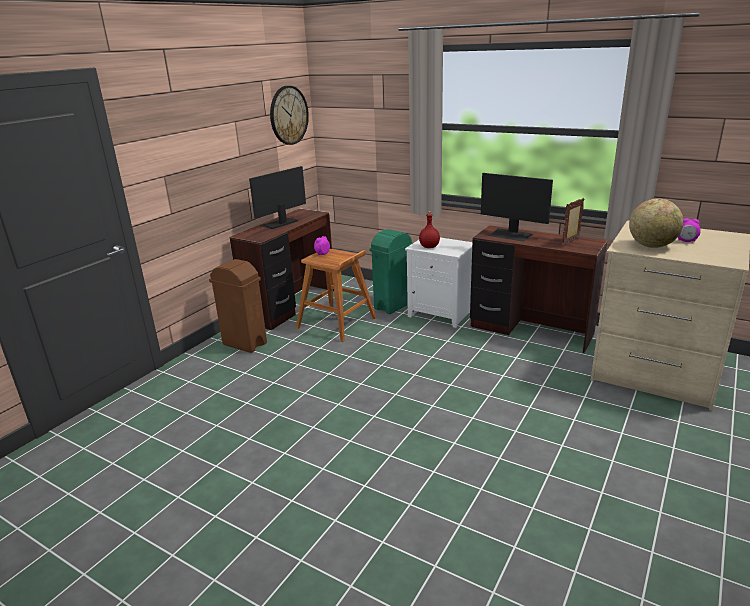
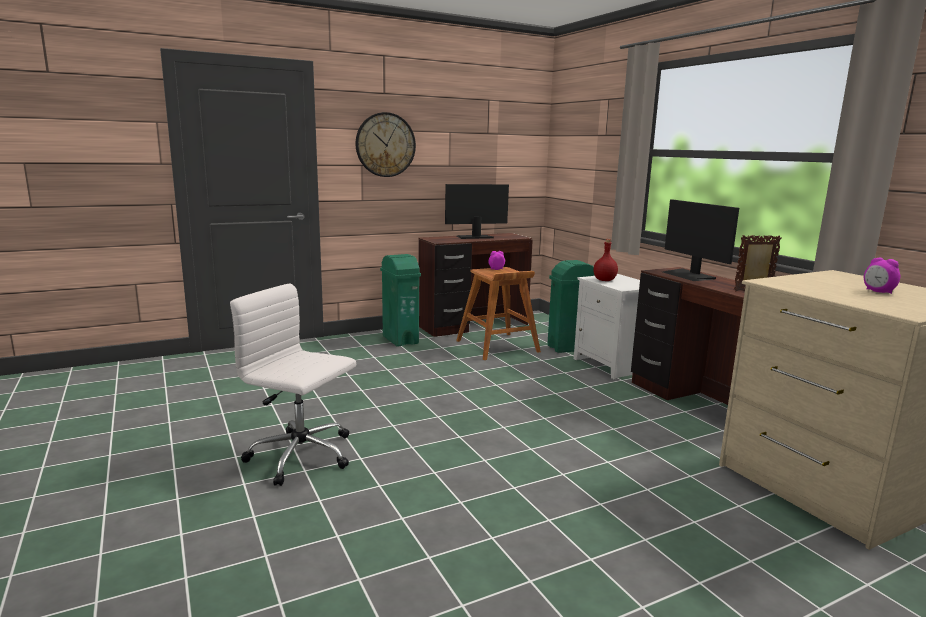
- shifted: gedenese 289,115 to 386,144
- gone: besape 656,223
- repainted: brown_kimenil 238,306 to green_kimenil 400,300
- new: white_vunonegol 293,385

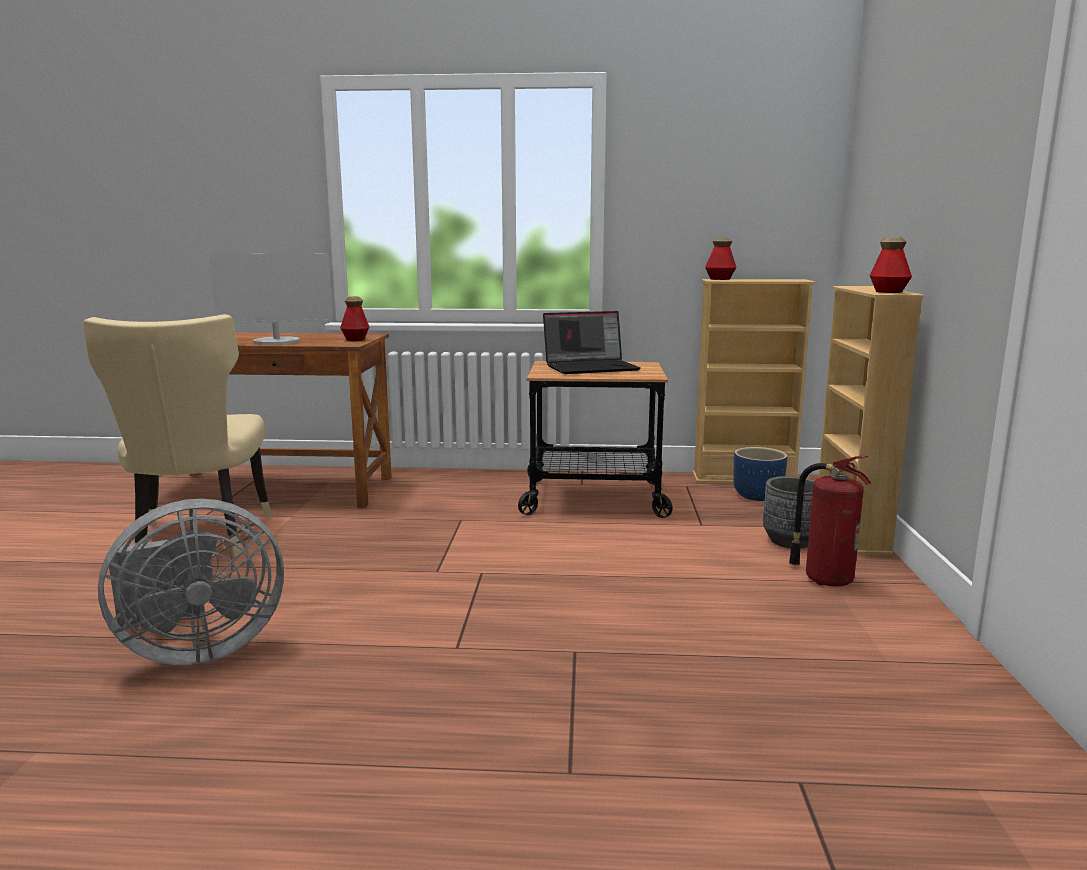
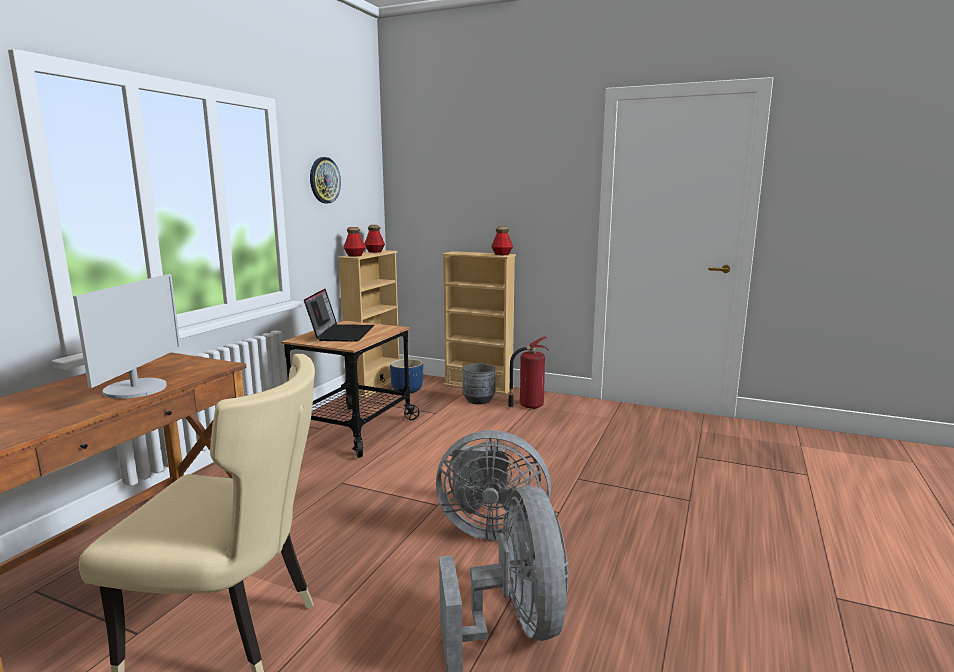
- shifted: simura 354,319 to 374,239
- new: gedenese 325,180
- new: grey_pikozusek 493,485

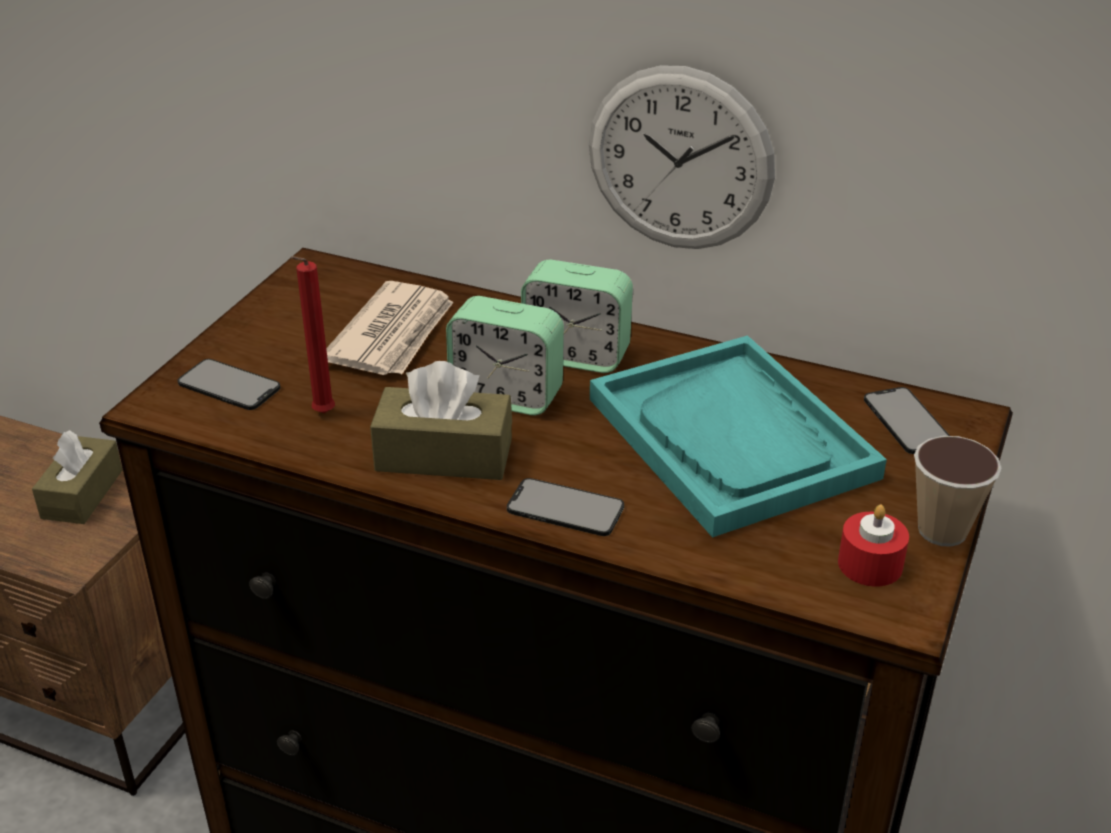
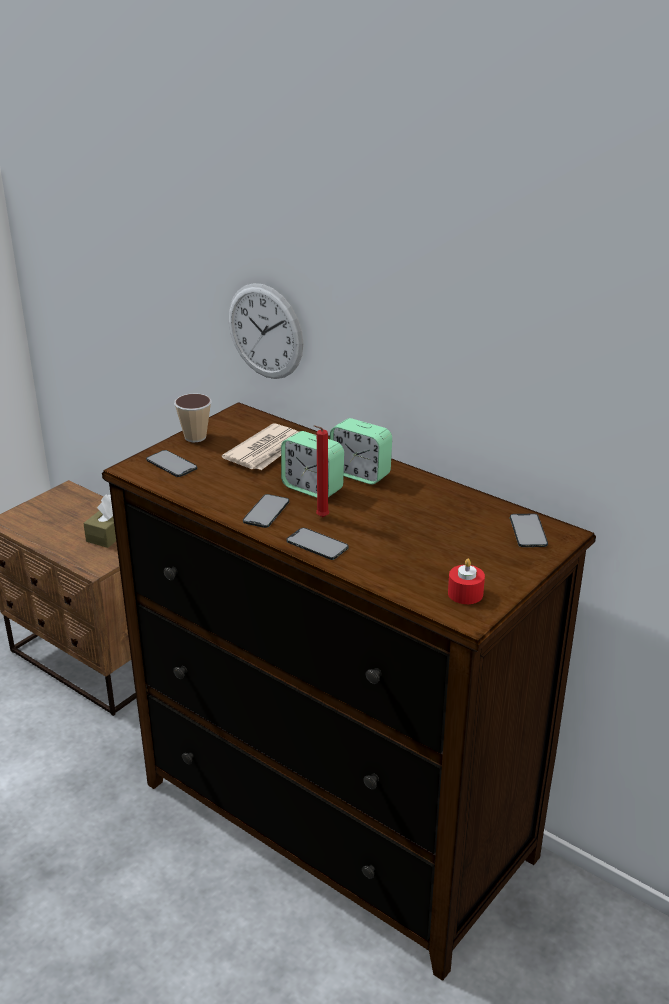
- shifted: gedenese 682,157 to 266,331
- shifted: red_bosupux 312,334 to 321,471
- gone: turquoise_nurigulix 738,436
- swapped: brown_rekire 441,420 to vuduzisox 266,511
- shifted: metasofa 958,491 to 193,418

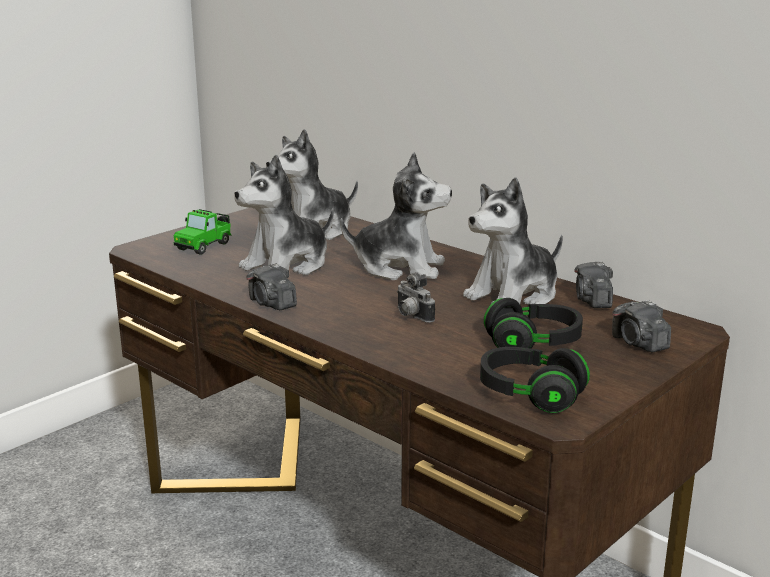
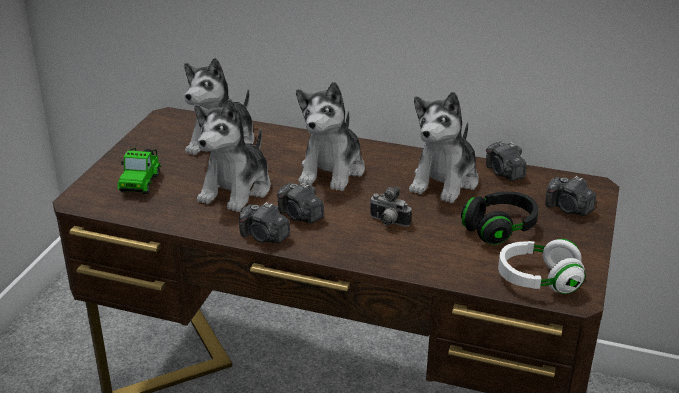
- rotated: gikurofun 396,216 = 330,136 120 degrees clockwise
- repainted: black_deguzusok 535,380 to white_deguzusok 542,266
- new: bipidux 300,203

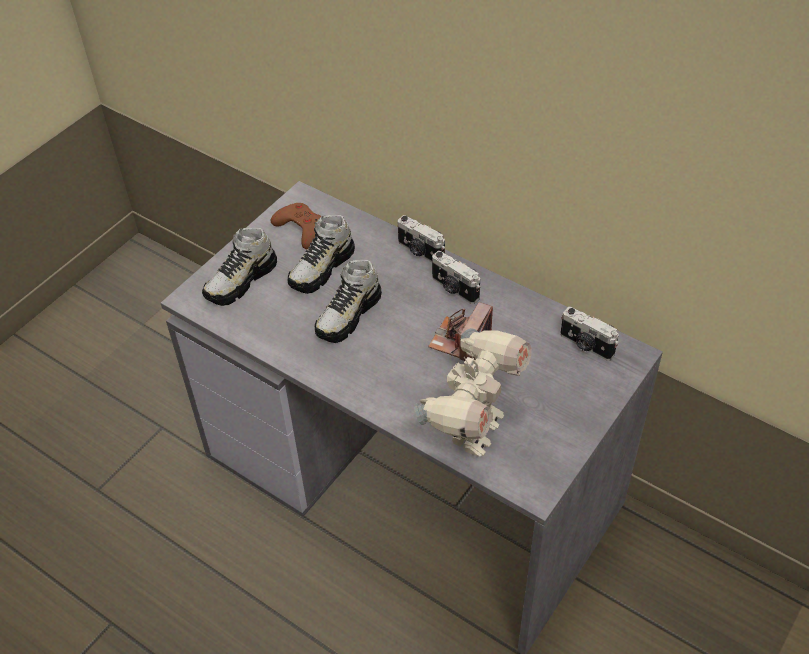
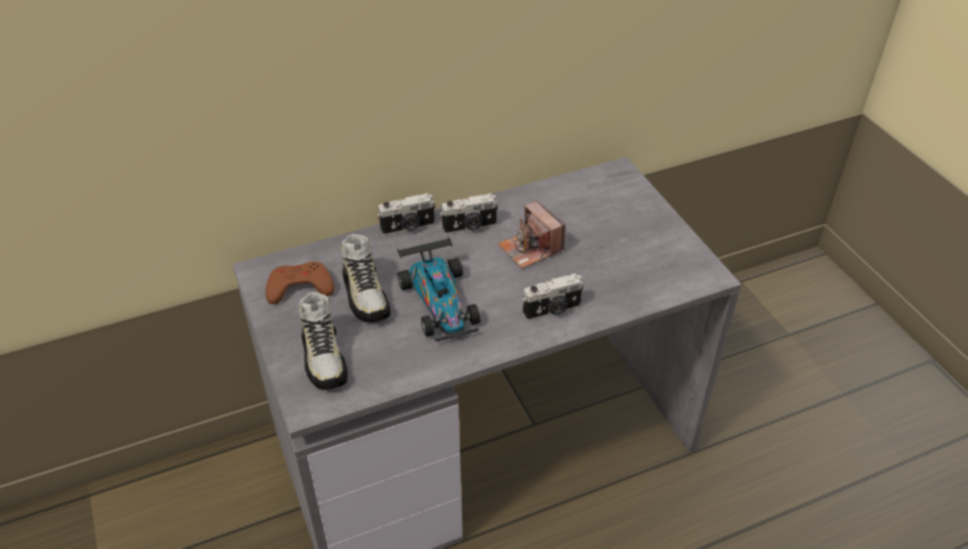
- swapped: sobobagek 348,301 to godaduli 438,289
- shifted: bipidux 589,333 to 553,297
- gone: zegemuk 473,392

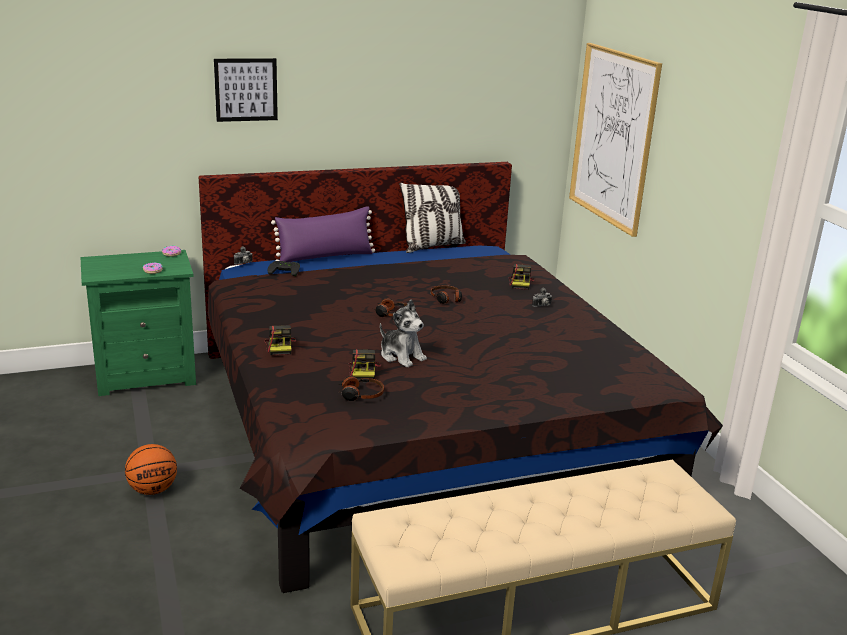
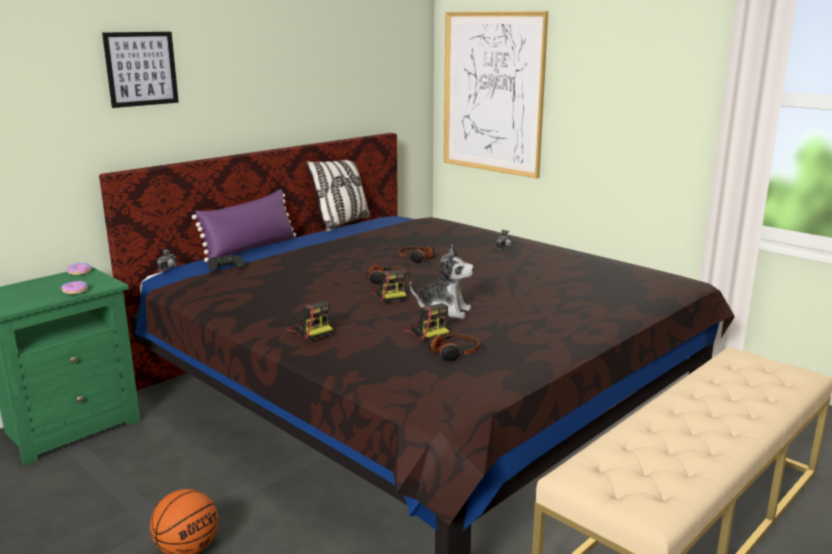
- shifted: bipidux 522,277 to 388,286

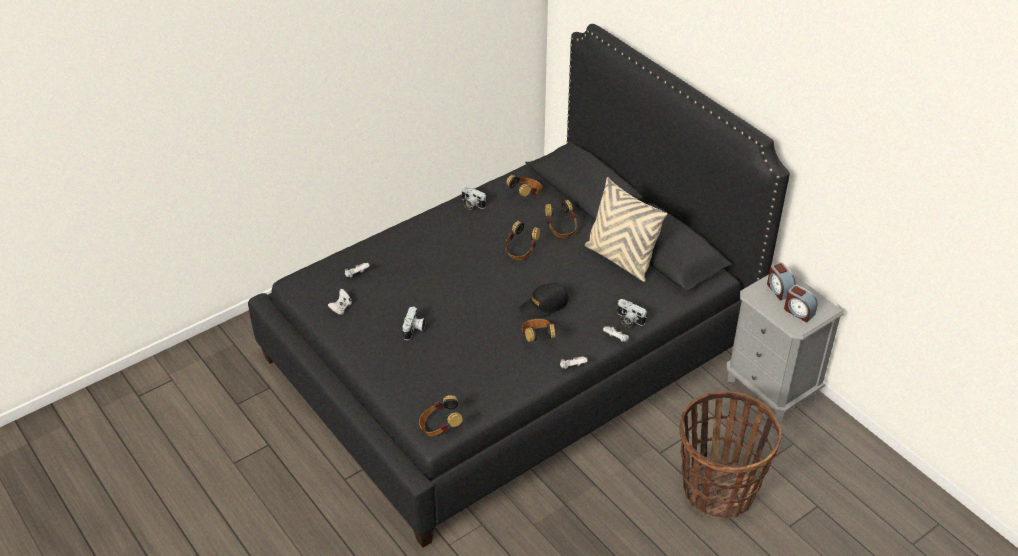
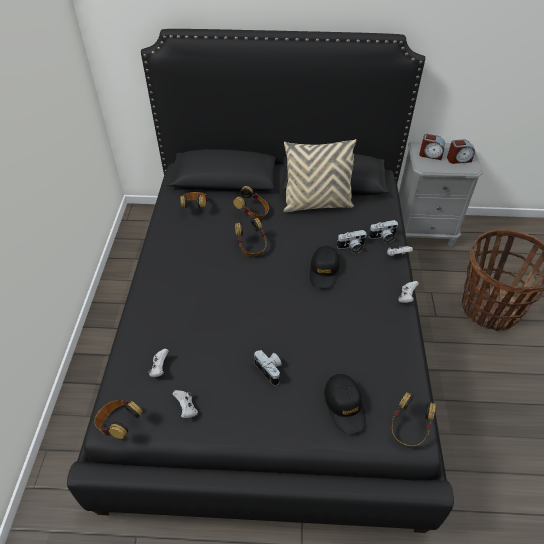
- shifted: bipidux 474,197 to 352,241
- shifted: deguzusok 538,330 to 118,419
- new: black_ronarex 345,404

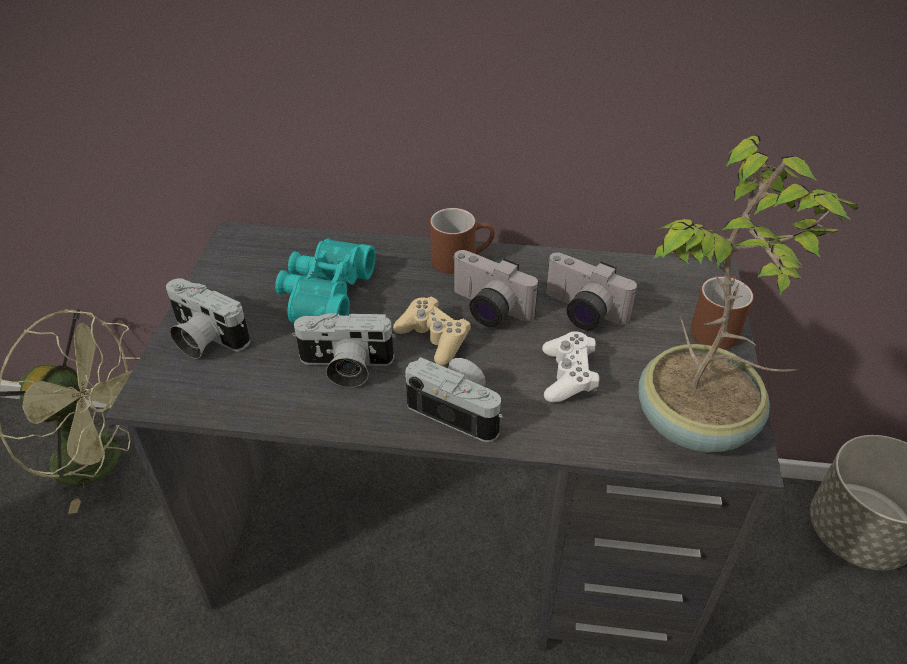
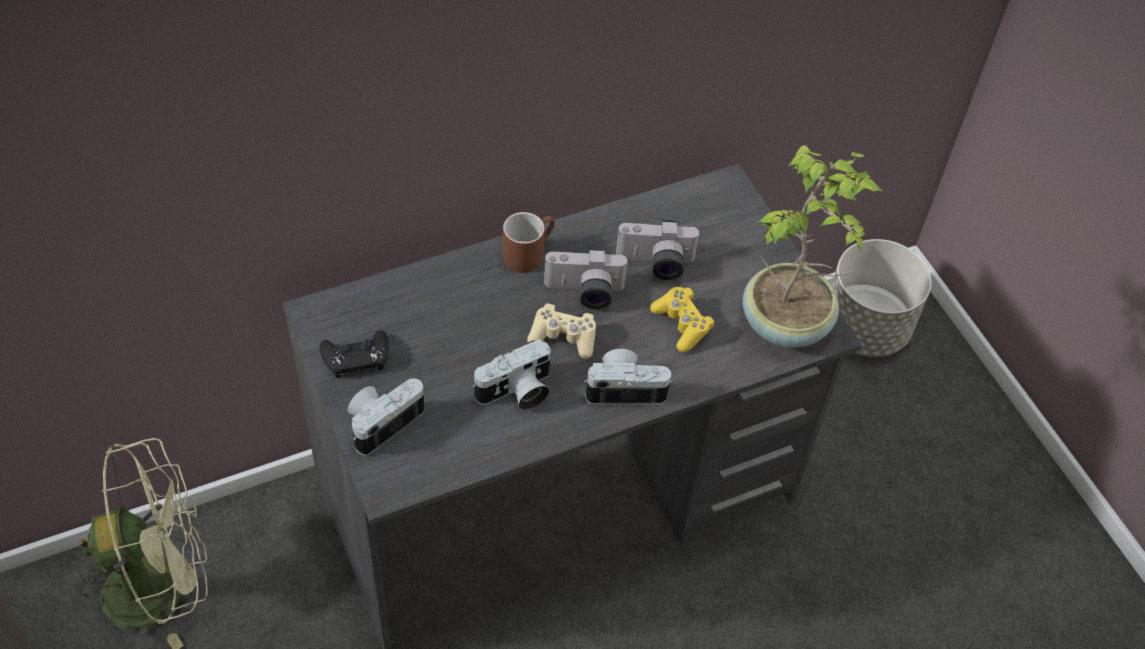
- gone: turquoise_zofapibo 325,281
- gone: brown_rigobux 721,313
- rotated: bipidux 208,318 = 386,417 135 degrees clockwise
- repainted: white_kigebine 571,366 to yellow_kigebine 682,319
- new: black_kigebine 354,354

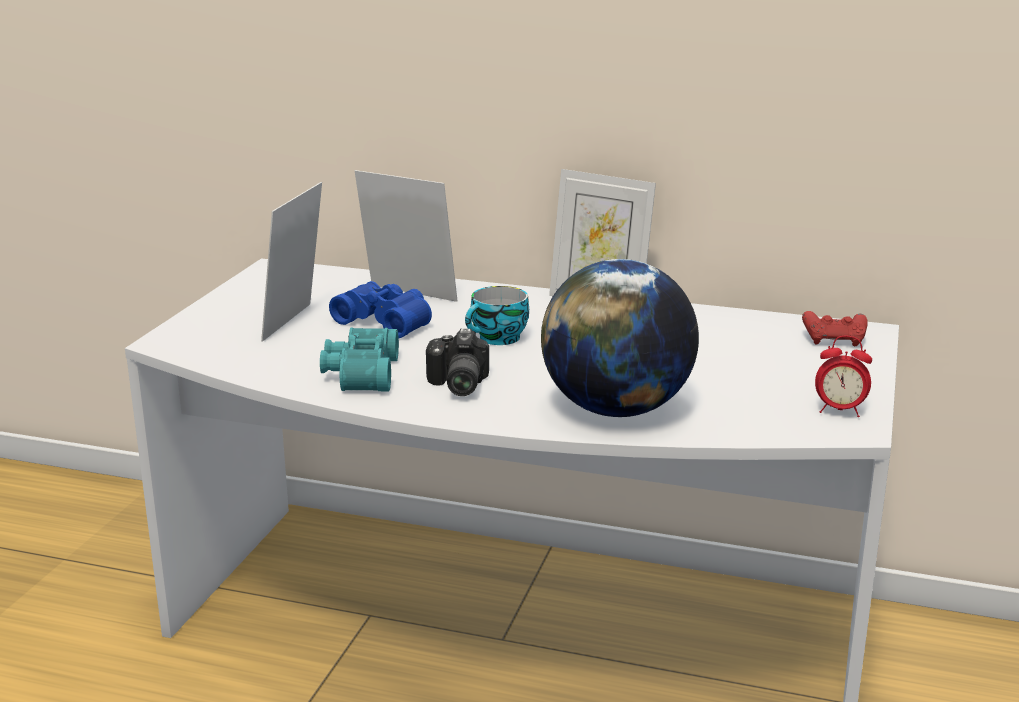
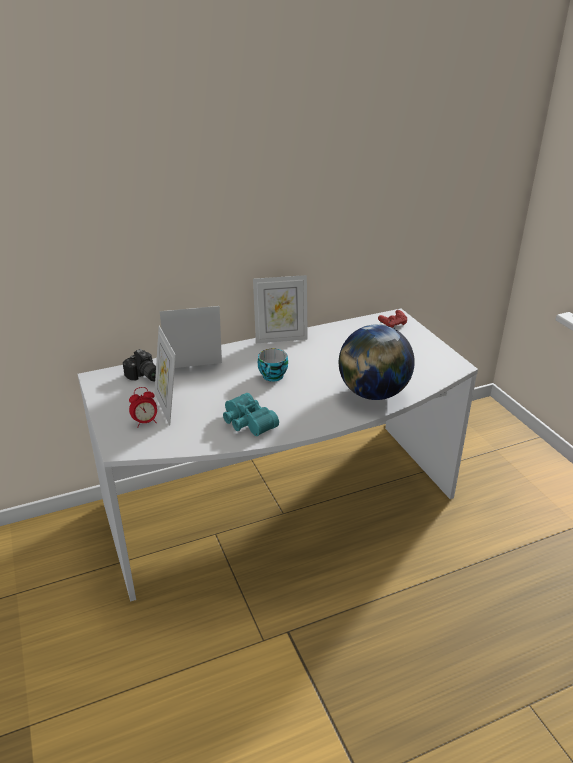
- gone: blue_zofapibo 380,309
- shifted: bipidux 457,362 to 139,365
- shifted: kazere 843,376 to 143,407

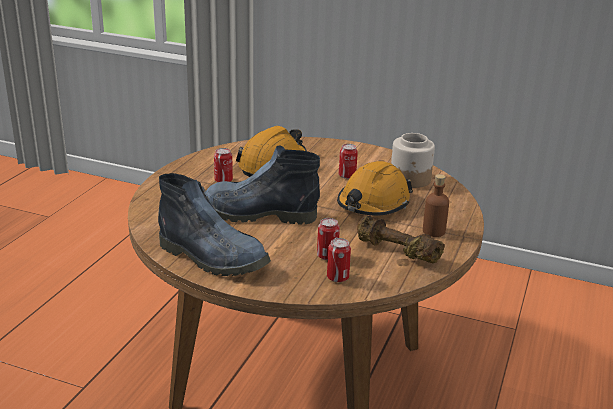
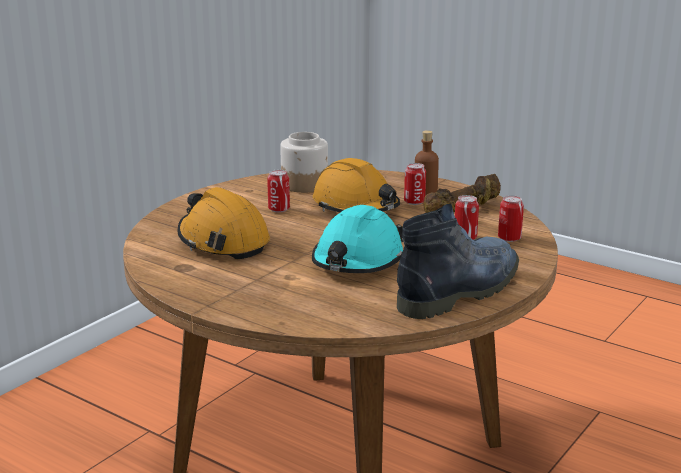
- swapped: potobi 262,185 to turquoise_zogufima 358,239
- shifted: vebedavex 223,165 to 415,184

